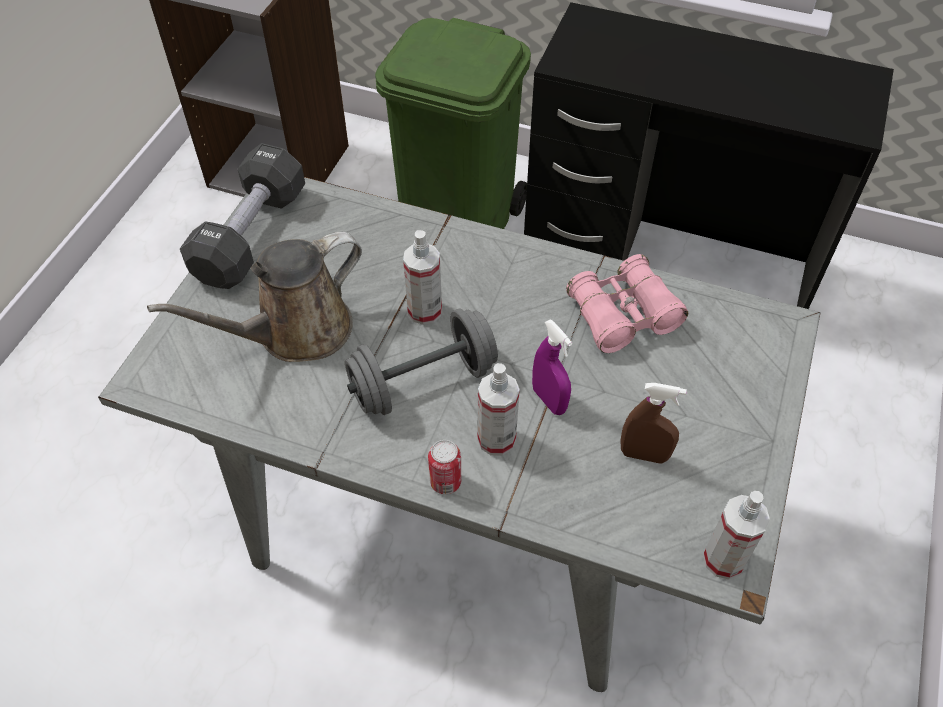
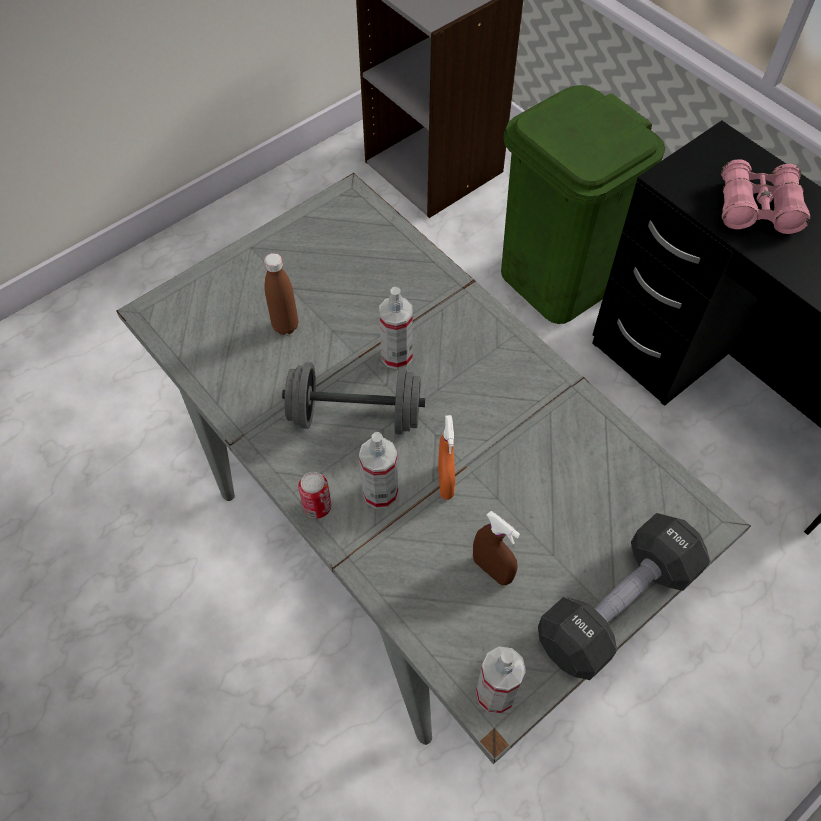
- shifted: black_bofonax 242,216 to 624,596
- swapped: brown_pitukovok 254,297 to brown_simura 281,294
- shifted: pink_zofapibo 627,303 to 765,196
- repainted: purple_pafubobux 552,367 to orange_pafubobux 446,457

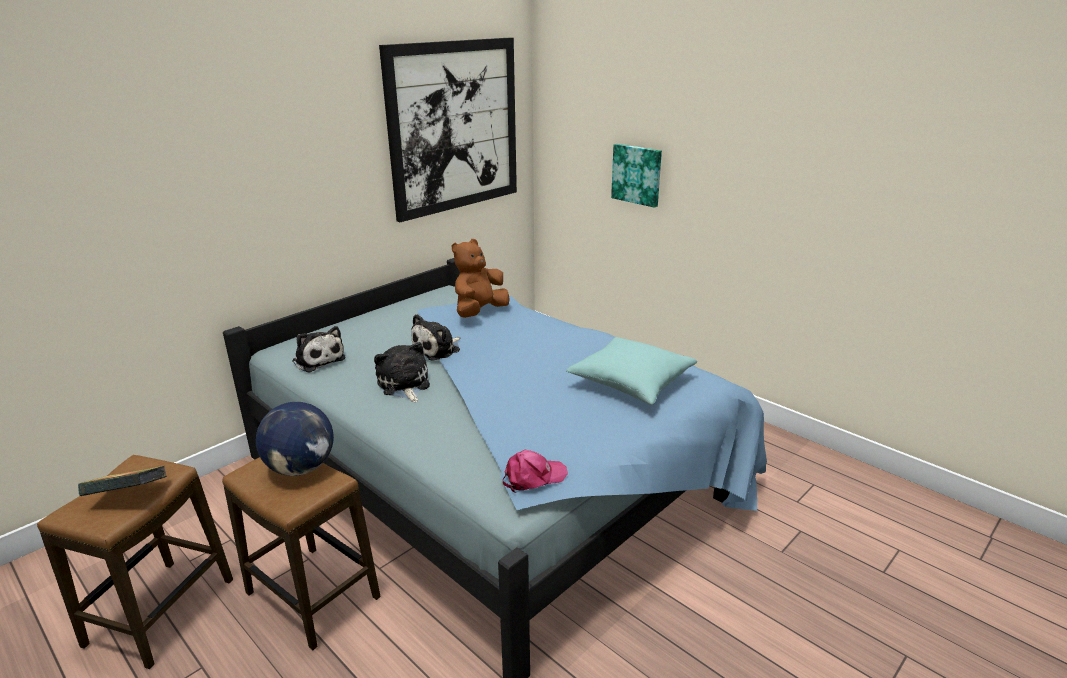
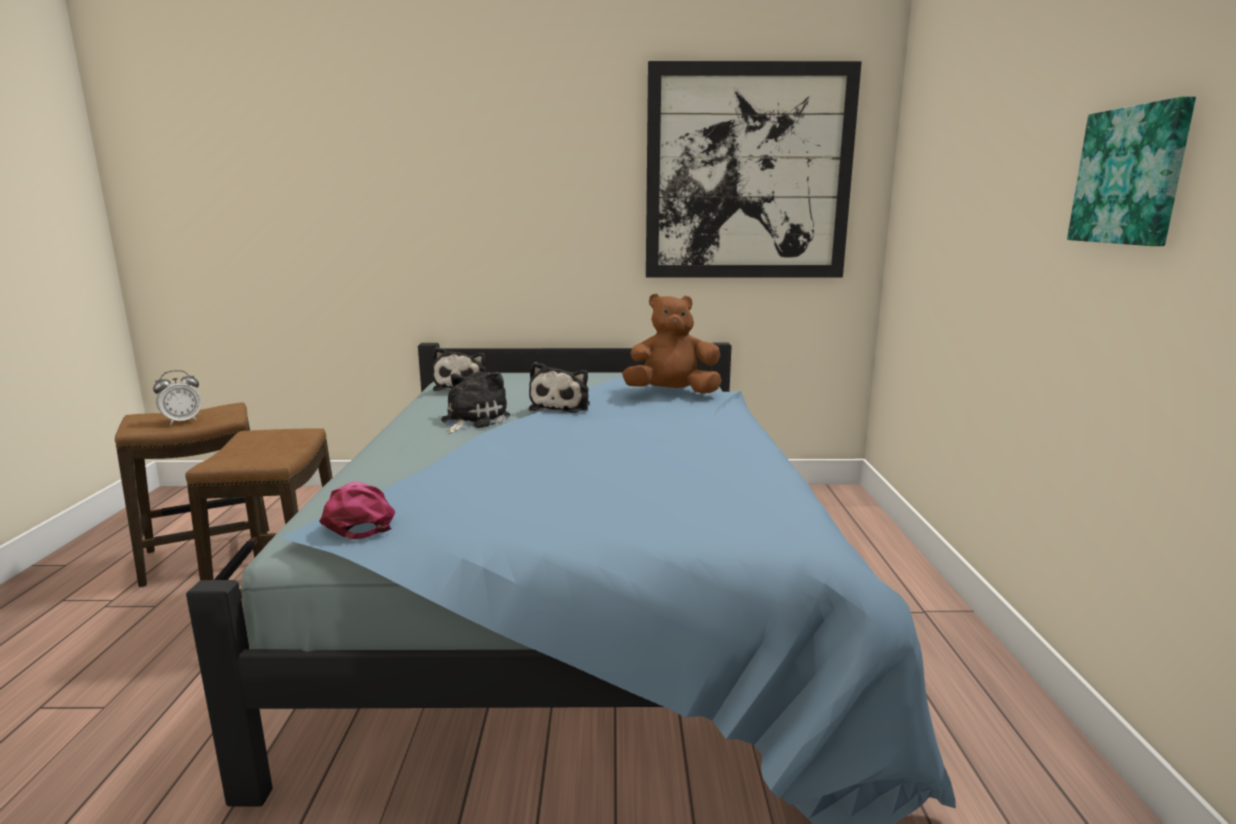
- shifted: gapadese 636,176 to 1131,171
- rotated: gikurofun 436,337 = 559,387 75 degrees counterclockwise
- gone: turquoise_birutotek 631,371
- gone: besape 295,439
- rotated: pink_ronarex 535,471 = 357,510 135 degrees counterclockwise
- swapped: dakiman 122,481 to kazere 177,397

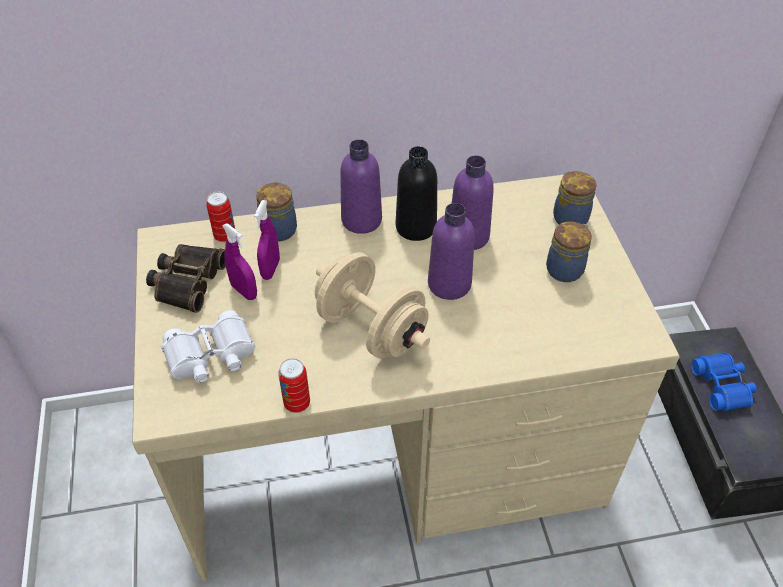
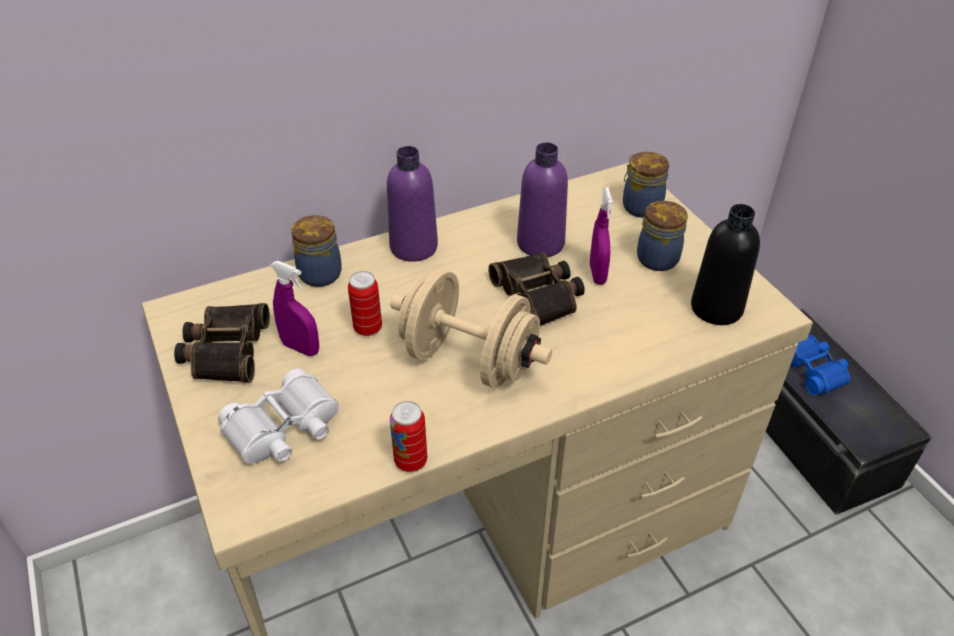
- shifted: black_simura 416,193 to 725,264
- shifted: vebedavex 220,217 to 365,303
- shifted: purple_pafubobux 267,240 to 601,236
- swapped: purple_simura 451,251 to zofapibo 536,289

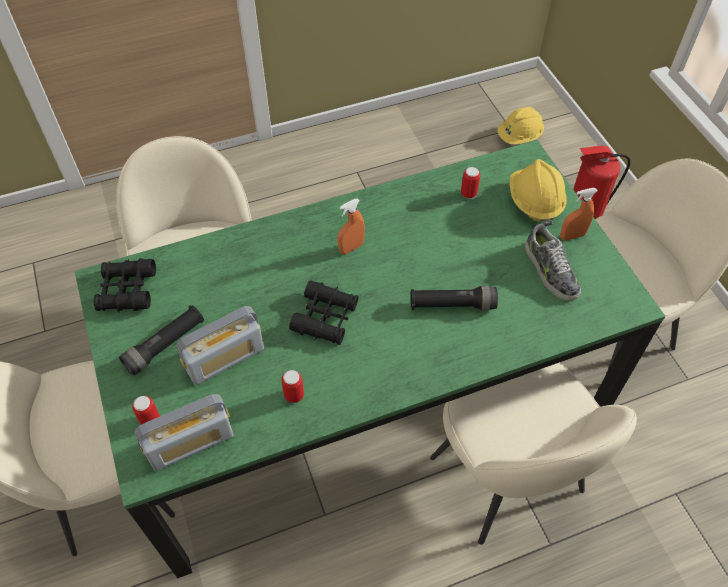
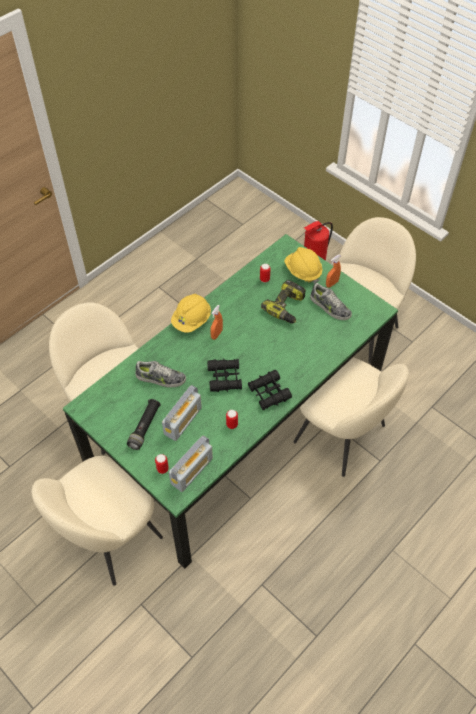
- shifted: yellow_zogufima 520,126 to 191,313
- shifted: black_zofapibo 124,285 to 270,390
- gone: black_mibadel 454,298
- new: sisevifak 283,302
- new: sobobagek 160,374

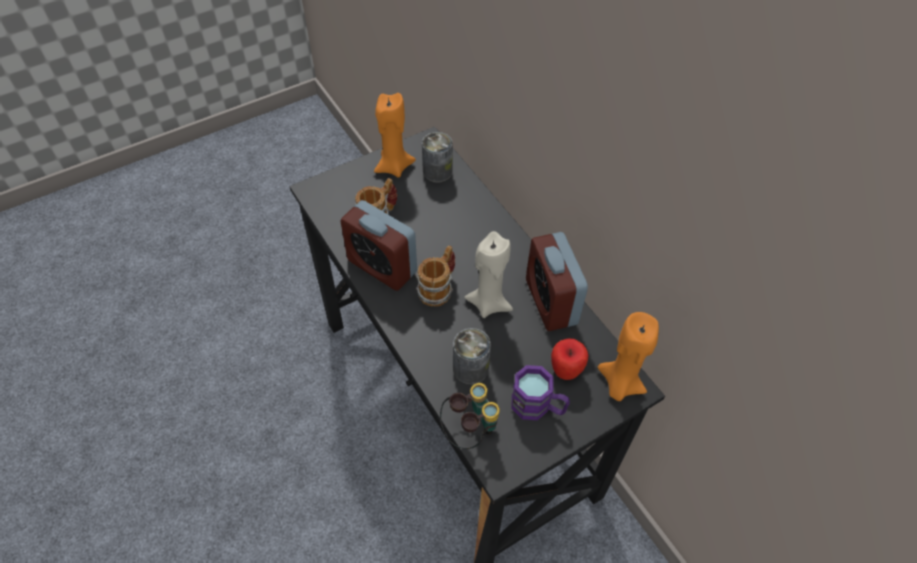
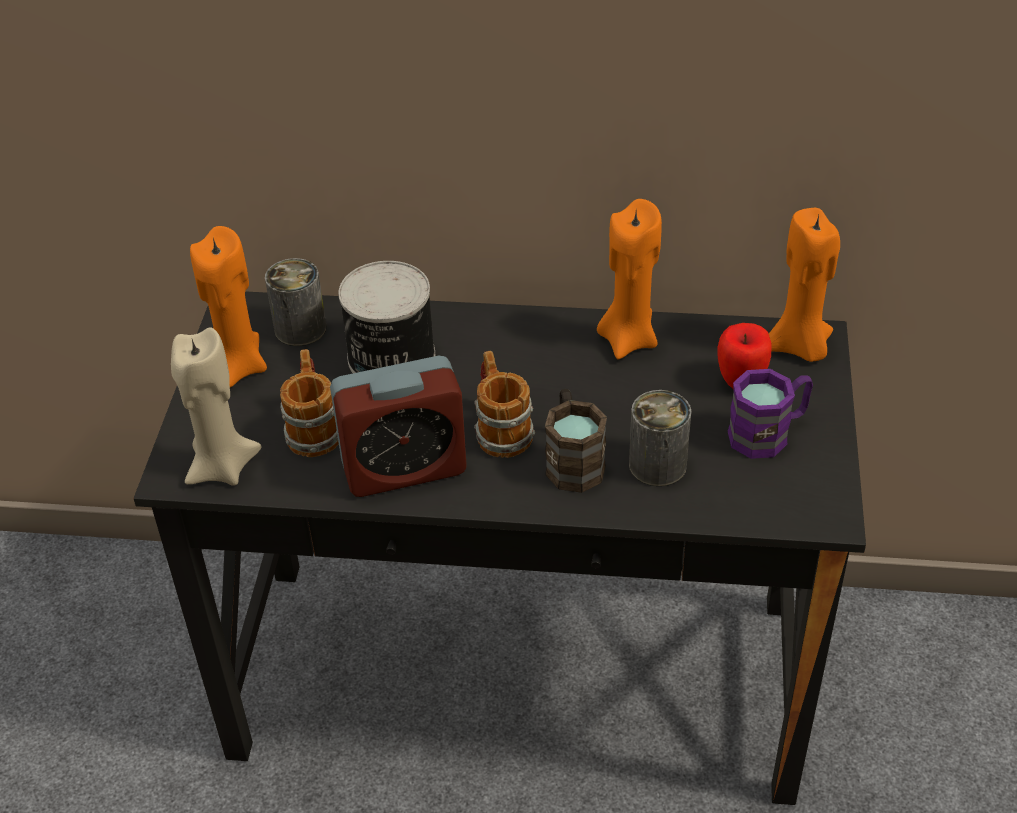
- shifted: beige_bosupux 489,274 to 216,406
- swapped: kazere 557,281 to orange_bosupux 629,279
- gone: zofapibo 470,416
- new: vebedavex 386,317
- new: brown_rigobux 576,441

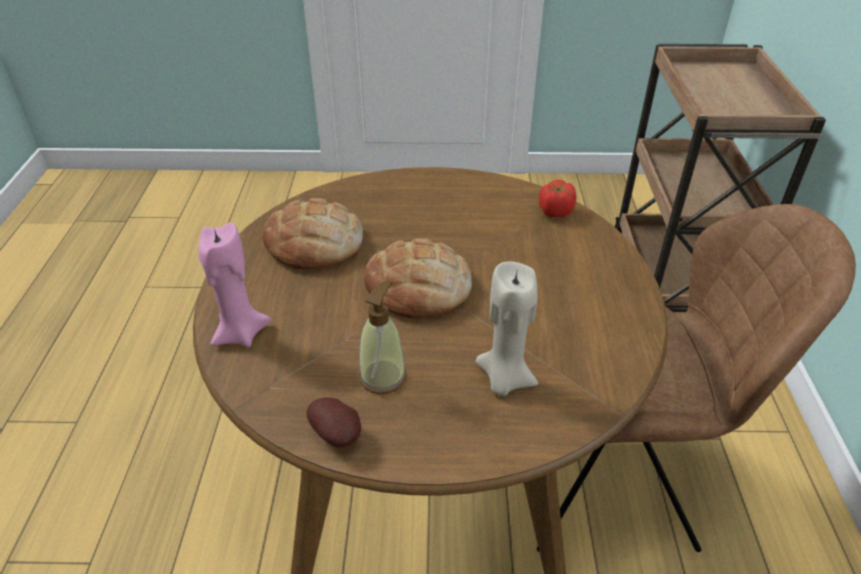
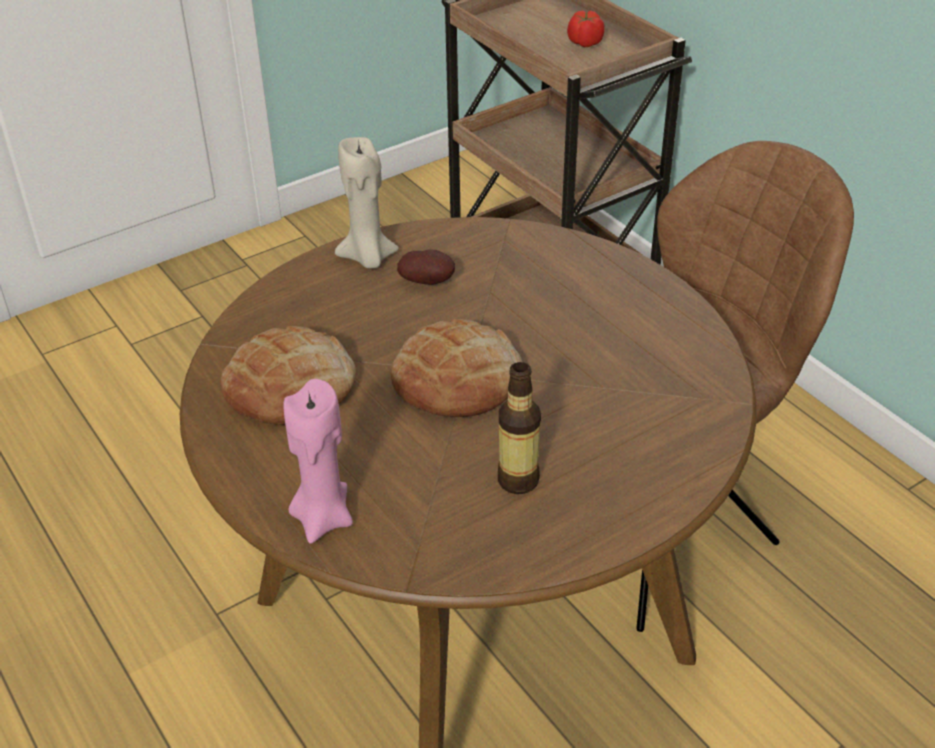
- shifted: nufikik 558,198 to 586,28
- shifted: beige_bosupux 507,328 to 367,202
- swapped: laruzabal 382,337 to simura 519,428
- shifted: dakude 334,422 to 426,267

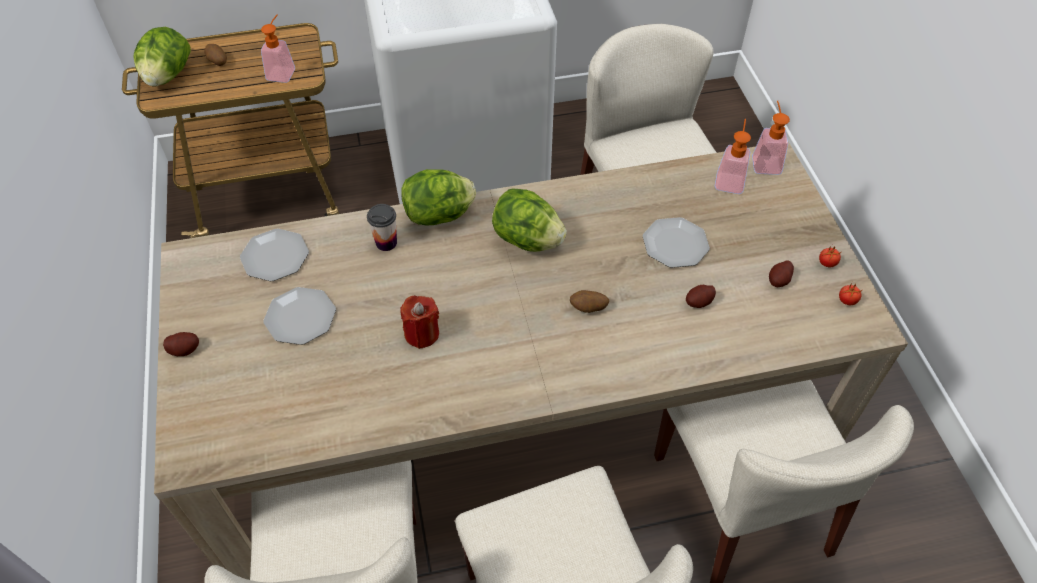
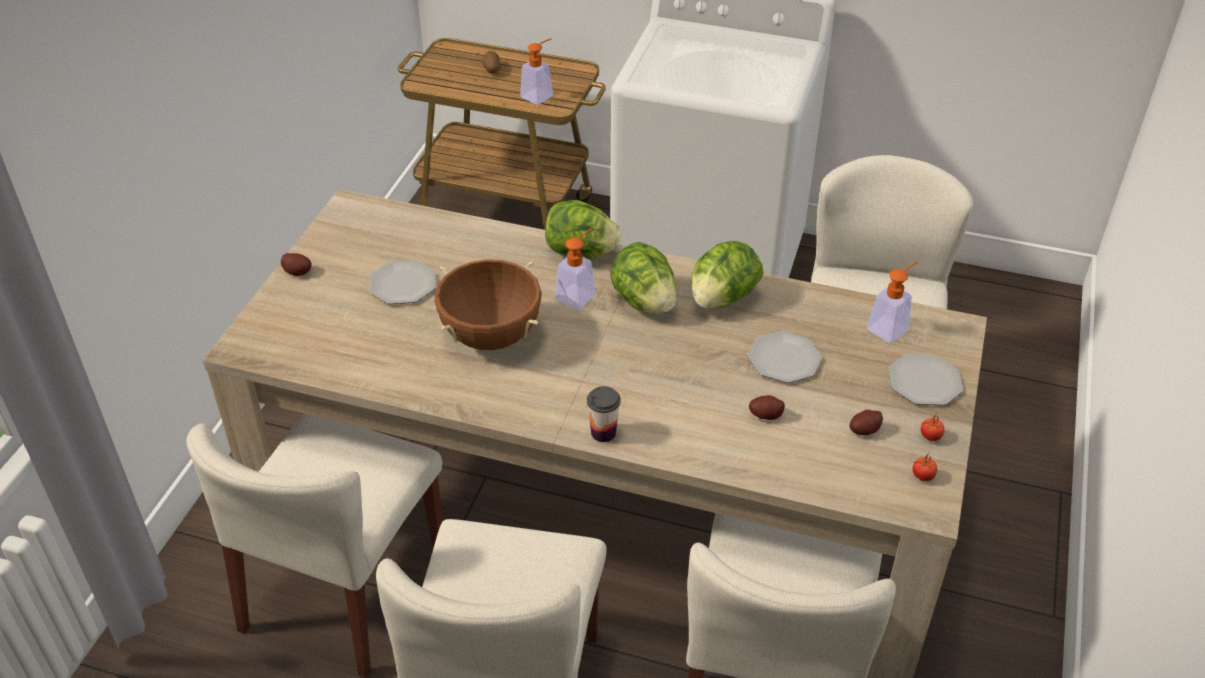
- shifted: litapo 162,57 to 727,275
- shifted: laruzabal 771,137 to 575,269
- shifted: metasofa 382,227 to 604,414
- shifted: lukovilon 274,255 to 925,379
- gone: dakude 589,301
- swapped: red_bosupux 419,322 to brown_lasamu 488,304

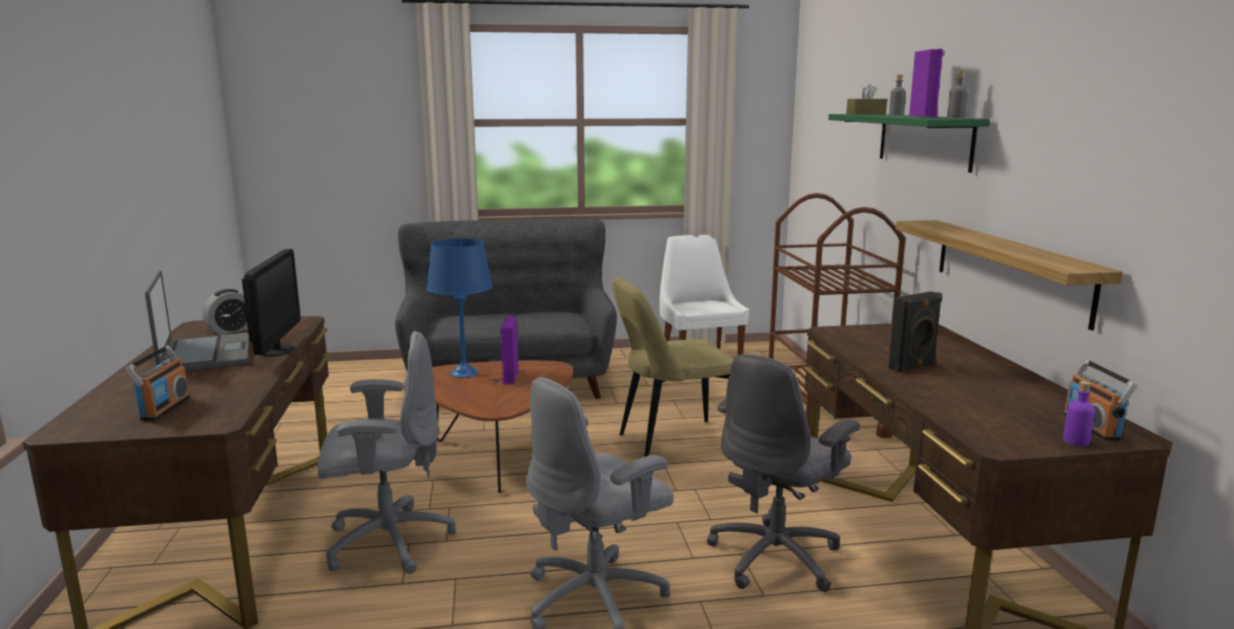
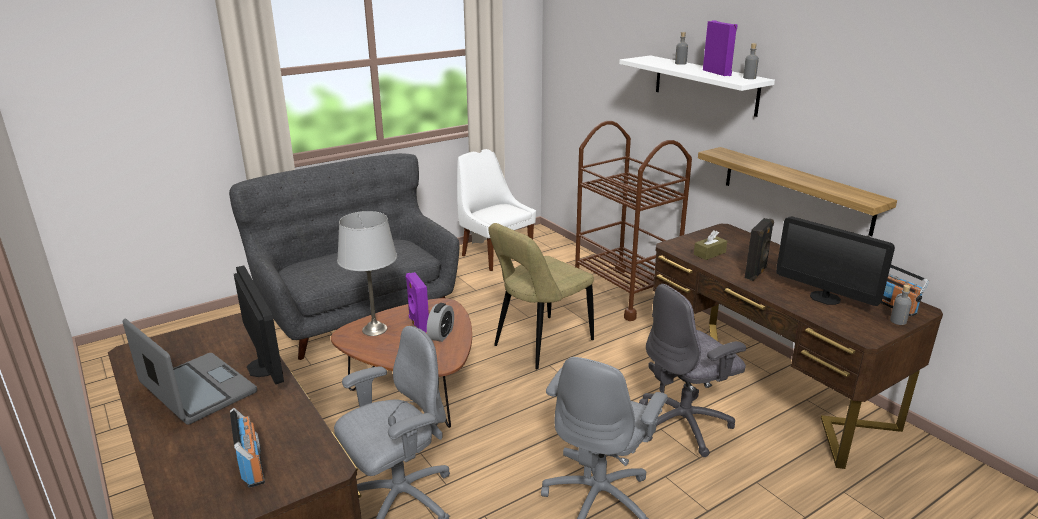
- shifted: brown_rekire 866,99 to 710,245
- repainted: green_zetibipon 909,143 to white_zetibipon 697,86
- repainted: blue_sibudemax 459,308 to grey_sibudemax 367,273
- shifted: kazere 225,312 to 440,322
- rotated: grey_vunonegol 783,473 = 692,370 45 degrees clockwise
- repainted: purple_simura 1079,413 to grey_simura 901,305
- new: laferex 835,261

